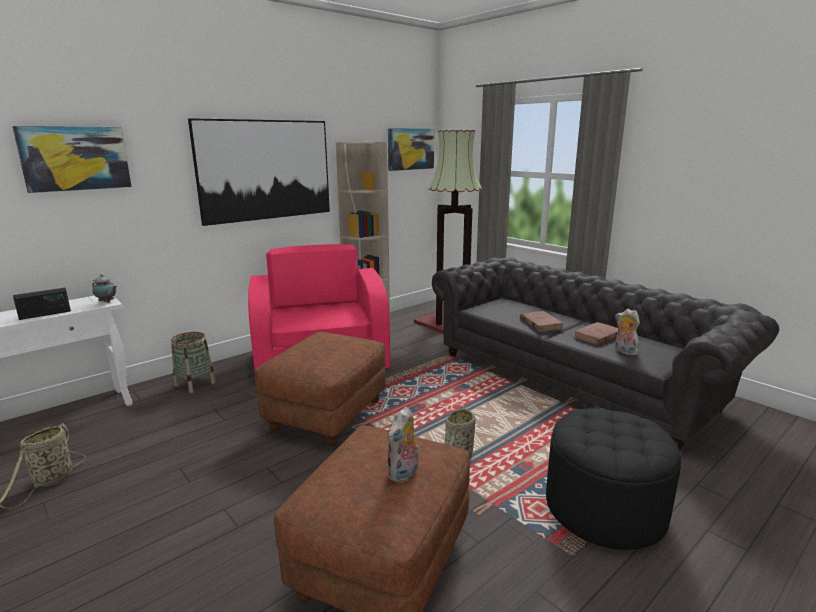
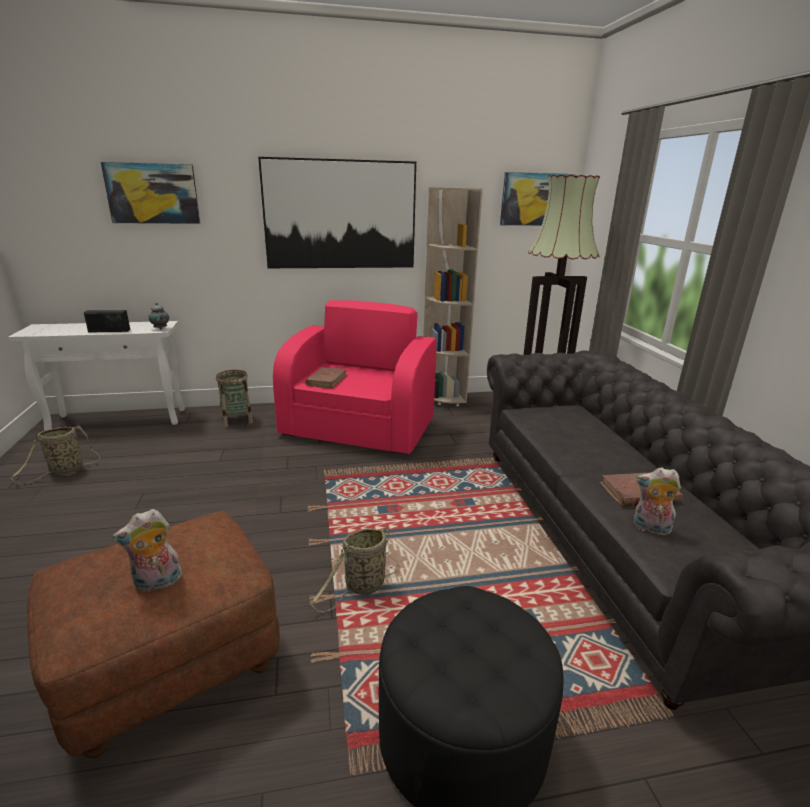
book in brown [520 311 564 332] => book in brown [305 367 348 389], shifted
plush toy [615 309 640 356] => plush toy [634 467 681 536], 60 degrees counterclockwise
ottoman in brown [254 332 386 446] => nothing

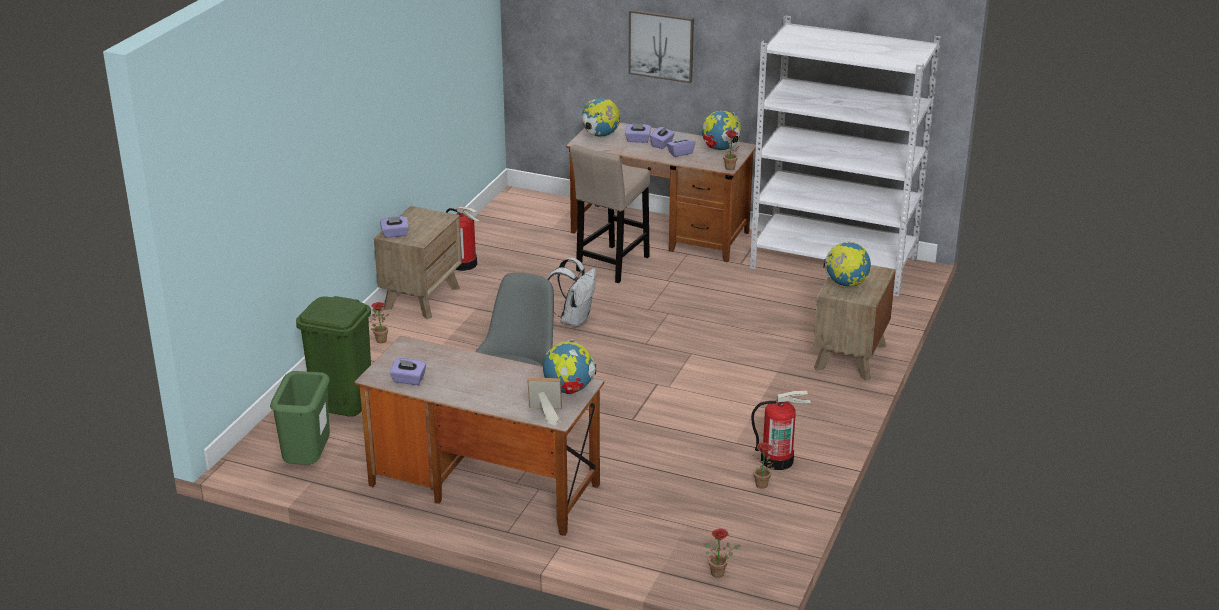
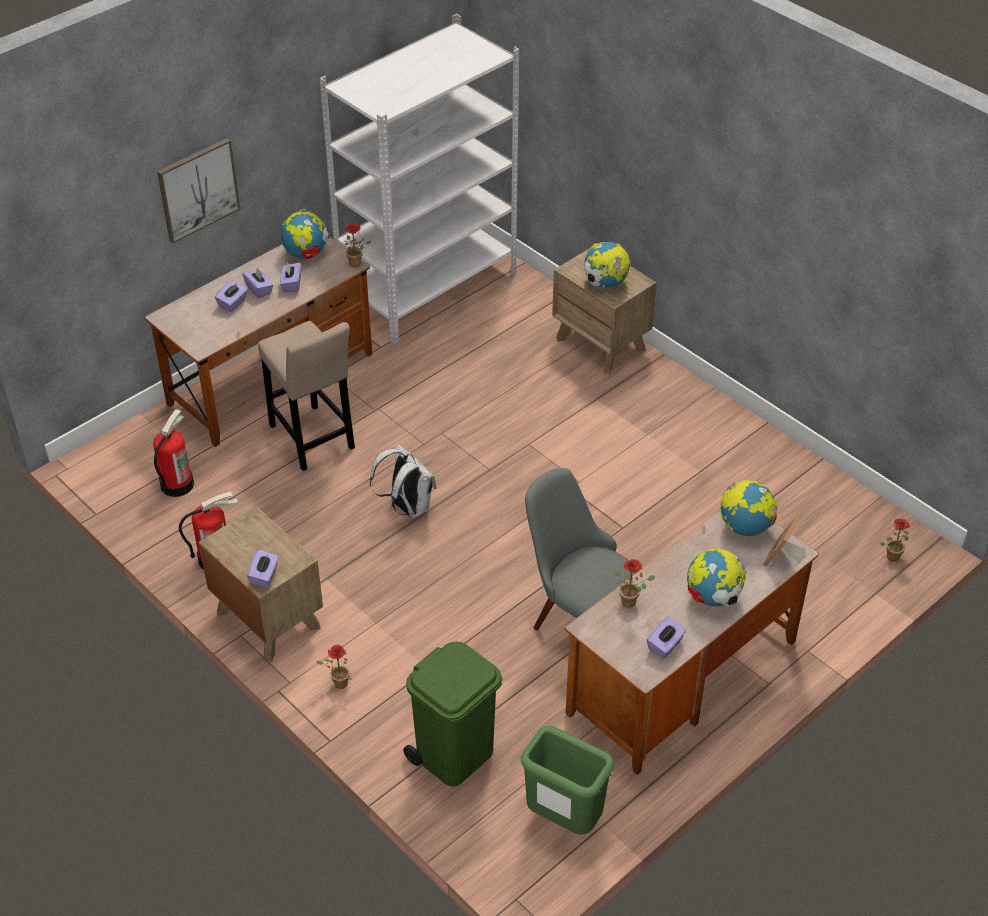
fire extinguisher [751 390 811 470] => fire extinguisher [153 409 194 497], shifted
potted plant [753 442 774 489] => potted plant [615 559 655 608], shifted
globe [582 98 620 137] => globe [687 548 747 607], shifted

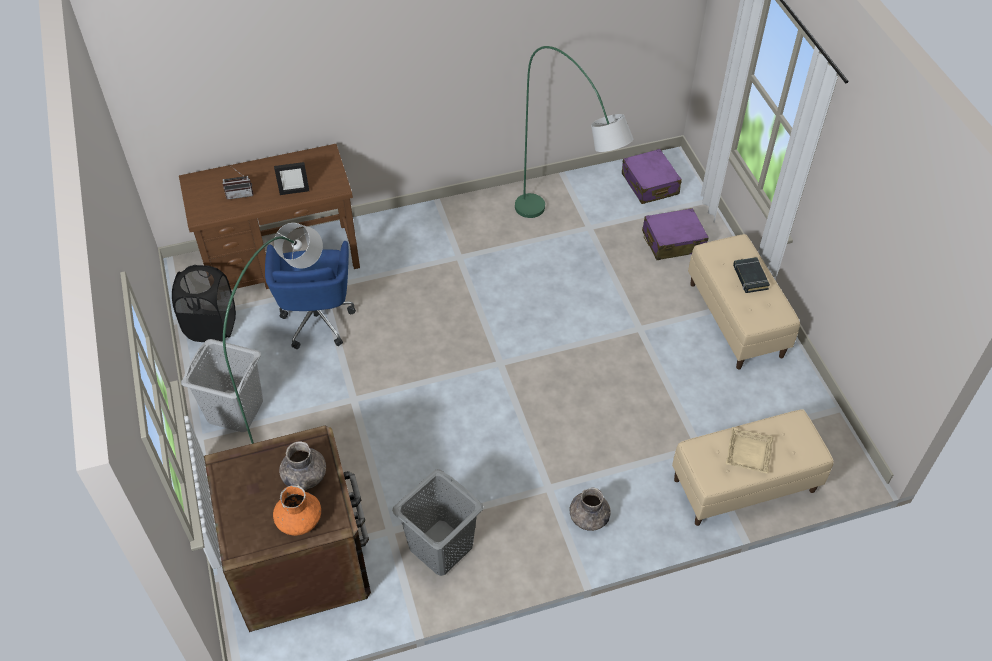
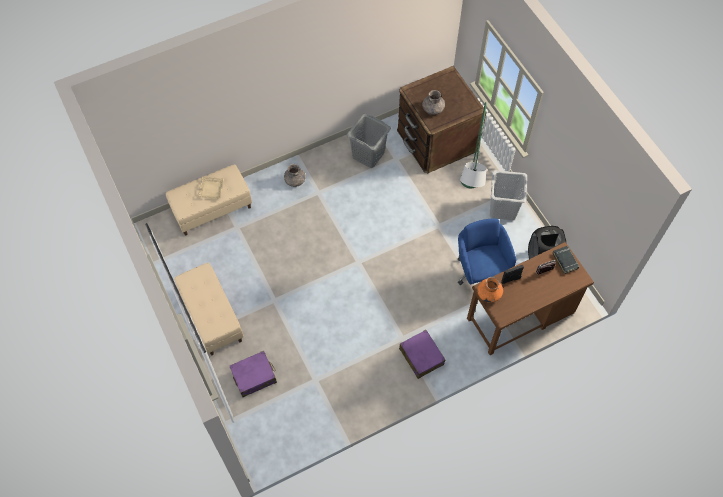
suitcase in purple [622 149 682 204] => suitcase in purple [399 330 445 379], shifted
vase in orange [273 485 321 536] => vase in orange [477 277 503 303], shifted
book in black [733 257 770 293] => book in black [553 246 579 274], shifted
floor lamp in green [515 46 633 218] => nothing

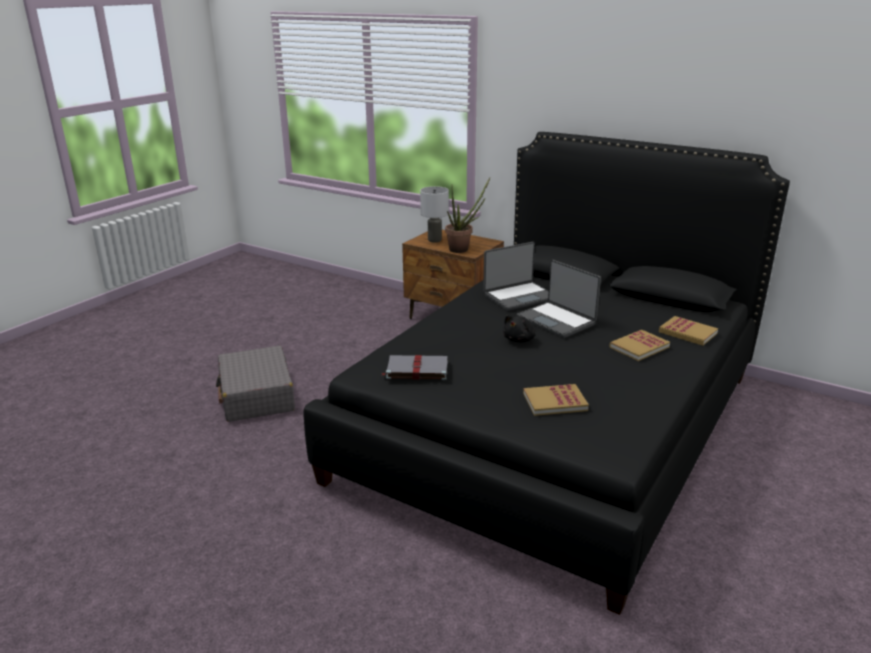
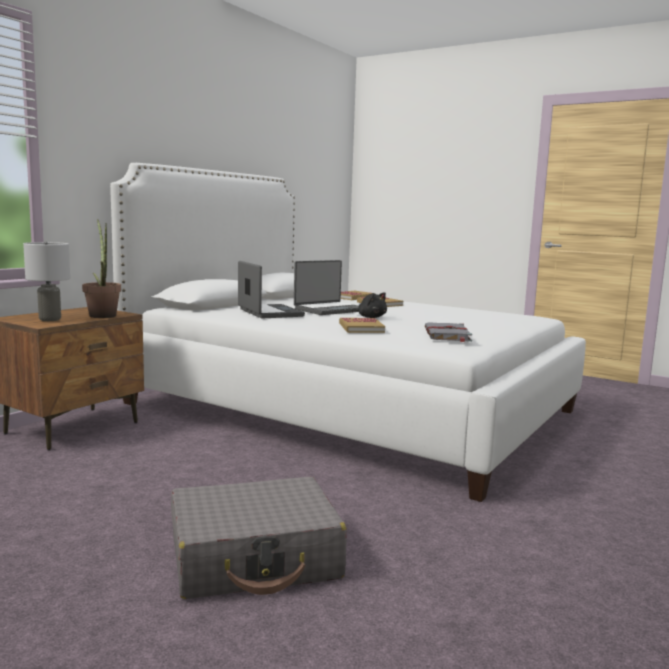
bed in black [303 132 790 615] => bed in white [110 163 586 502]
book [523 384 589 416] => book [339 318 385 333], shifted

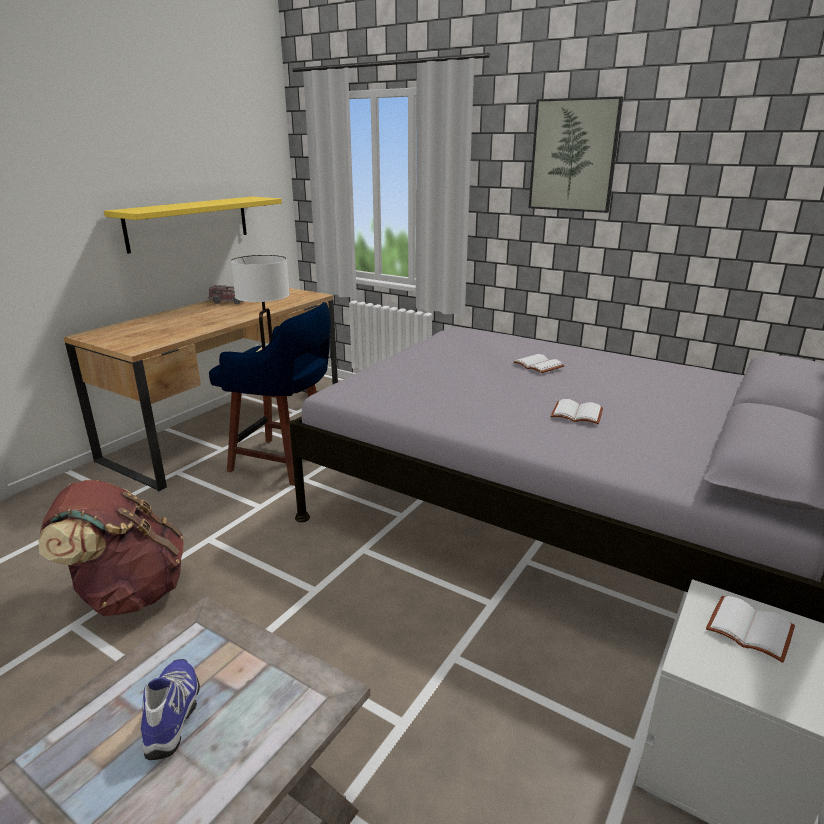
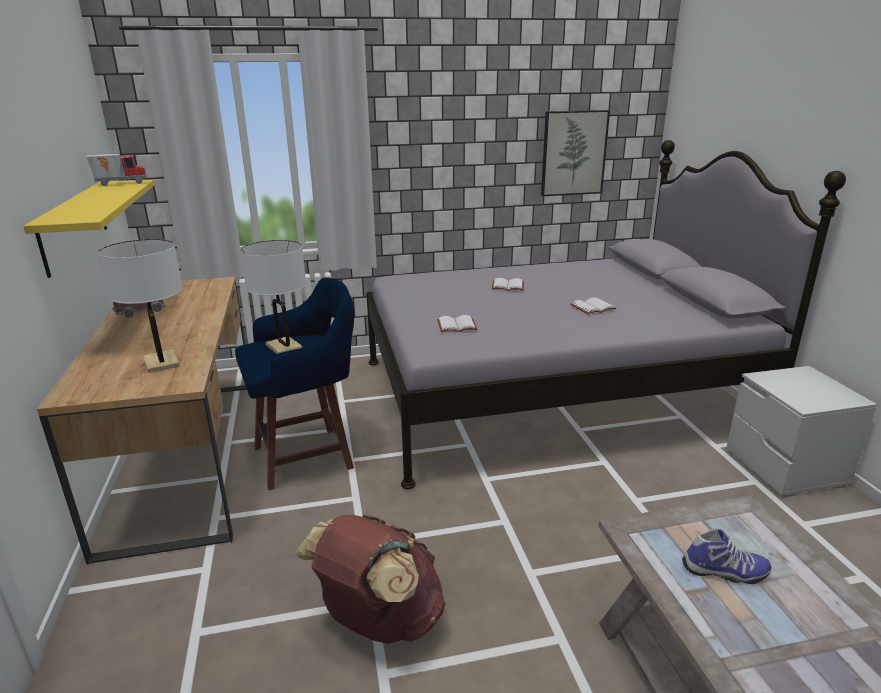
nothing => toy truck [87 154 147 186]
nothing => table lamp in white [98 239 183 373]
book in white [706 596 795 663] => book in white [437 315 477 332], shifted
picture [529 96 623 213] => picture [541 110 610 196], shifted
shoe [141 659 200 760] => shoe [682 529 771 584], 150 degrees clockwise

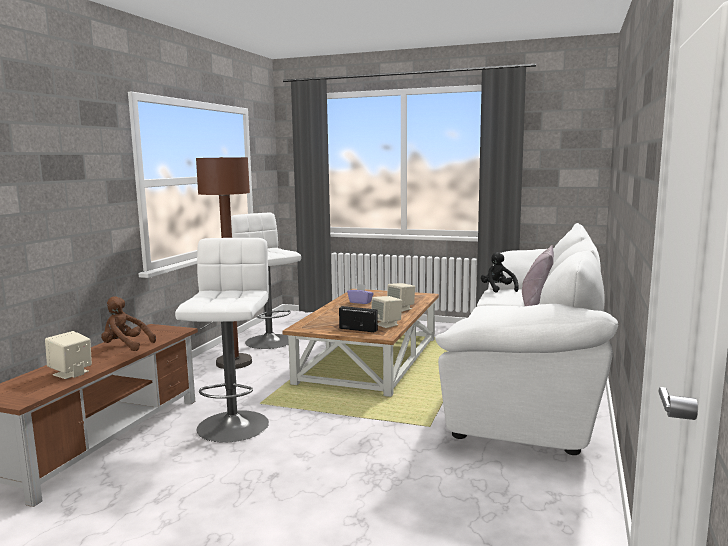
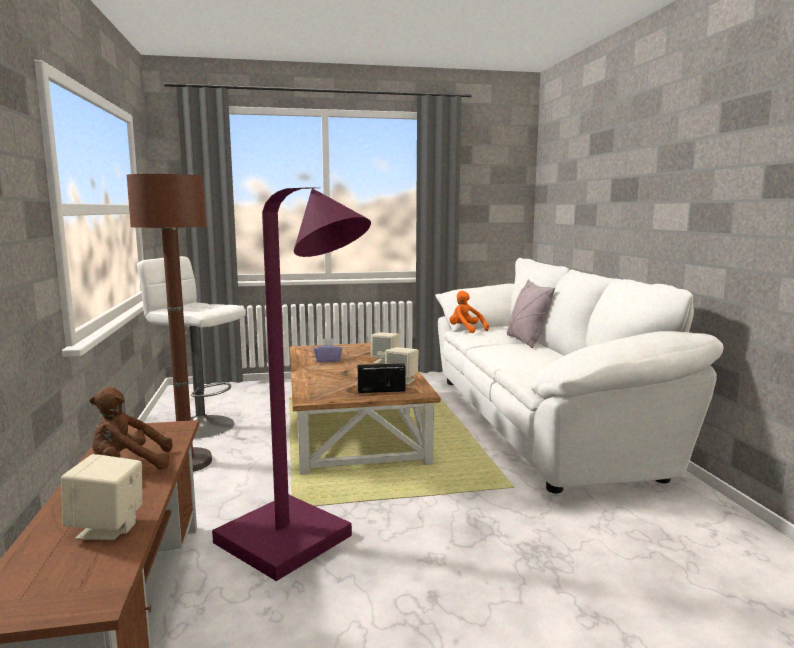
stool in white [175 238 269 443] => floor lamp in purple [212 187 371 581]
plush toy in black [481 252 519 293] => plush toy in orange [450 291 489 333]

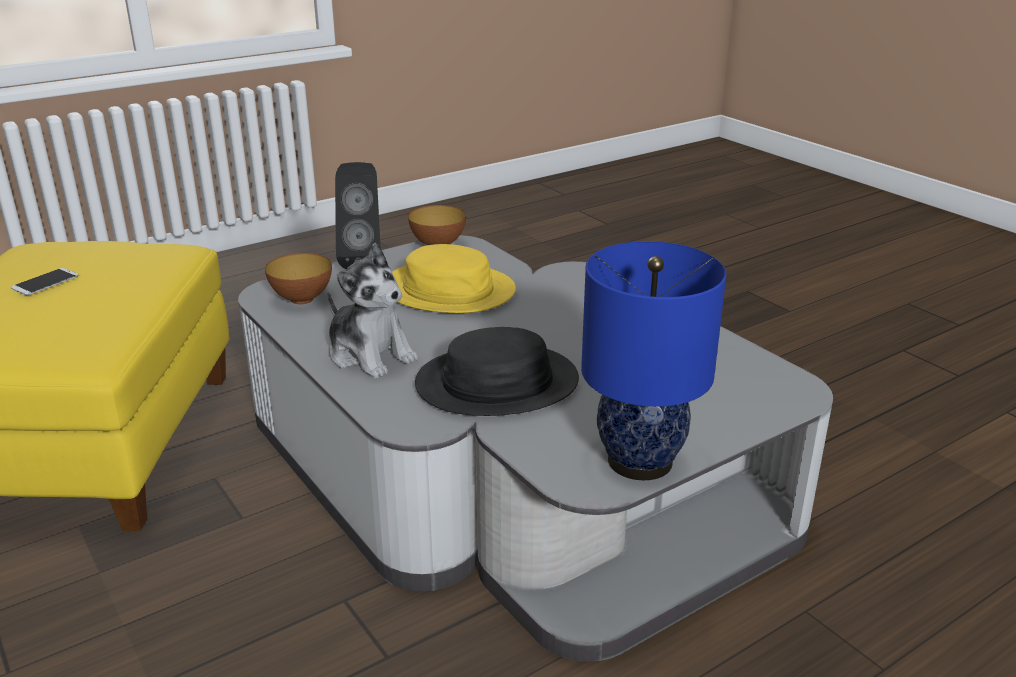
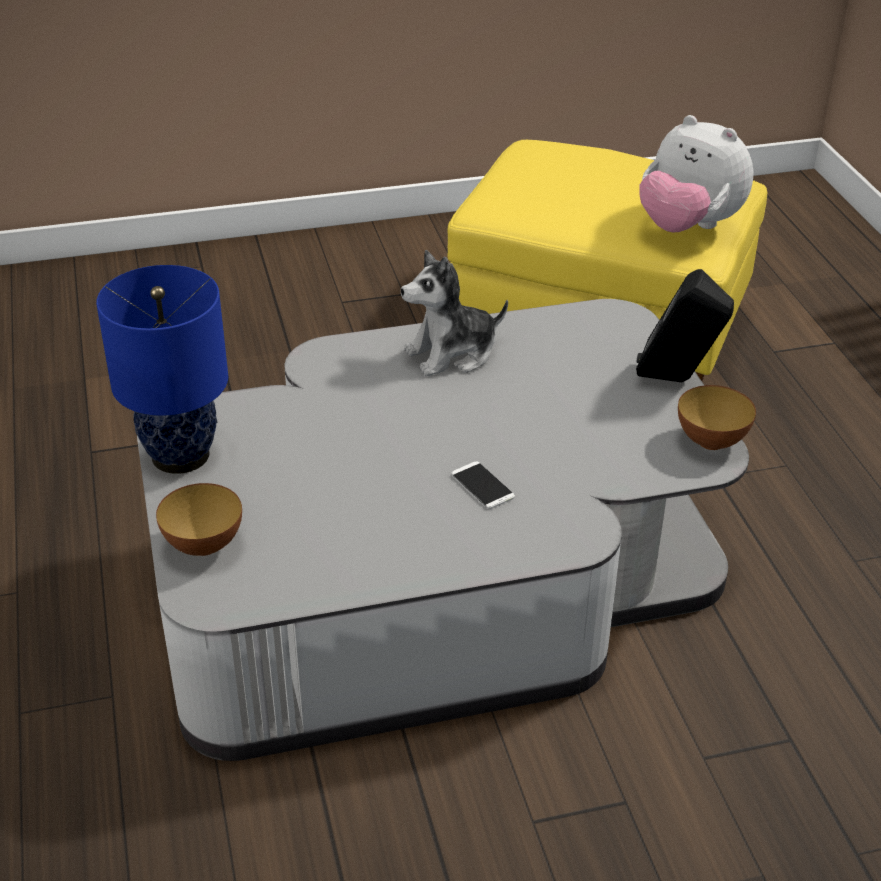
bowl [265 253 332 304] => bowl [156 483 242 556], shifted
phone [11 268 79 295] => phone [451 461 515 509], shifted
nothing => plush toy [639 115 754 233]
hat in yellow [392 244 516 313] => nothing
hat in black [415 327 579 416] => nothing

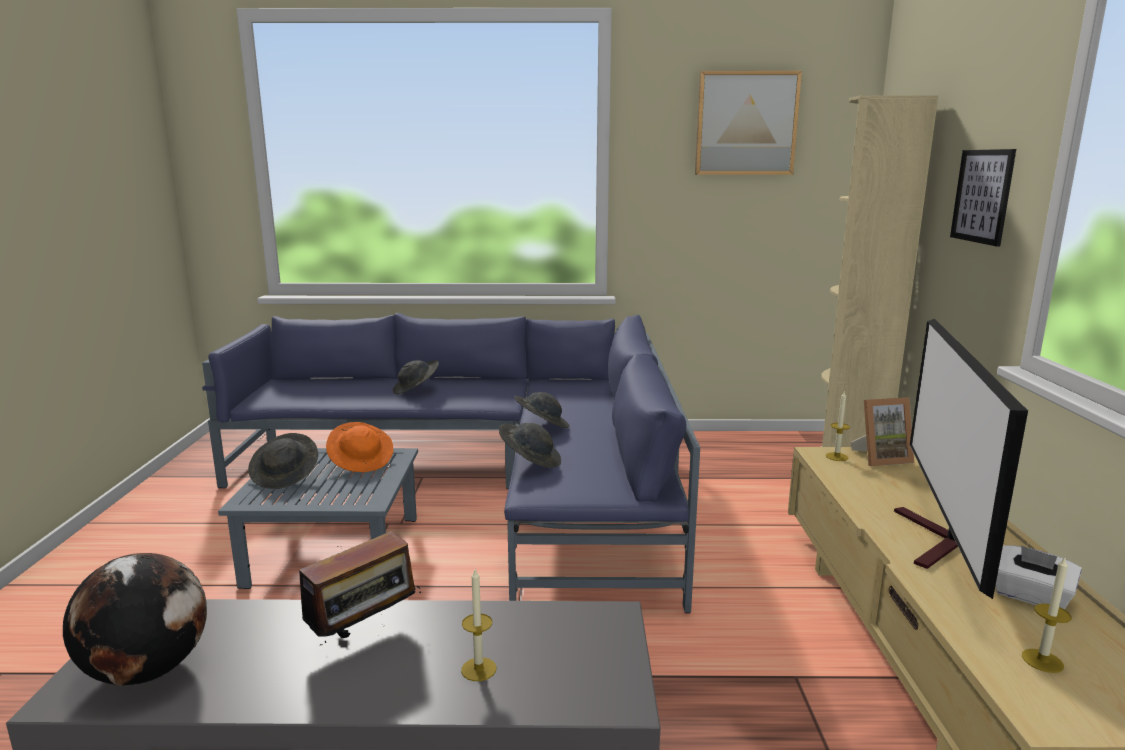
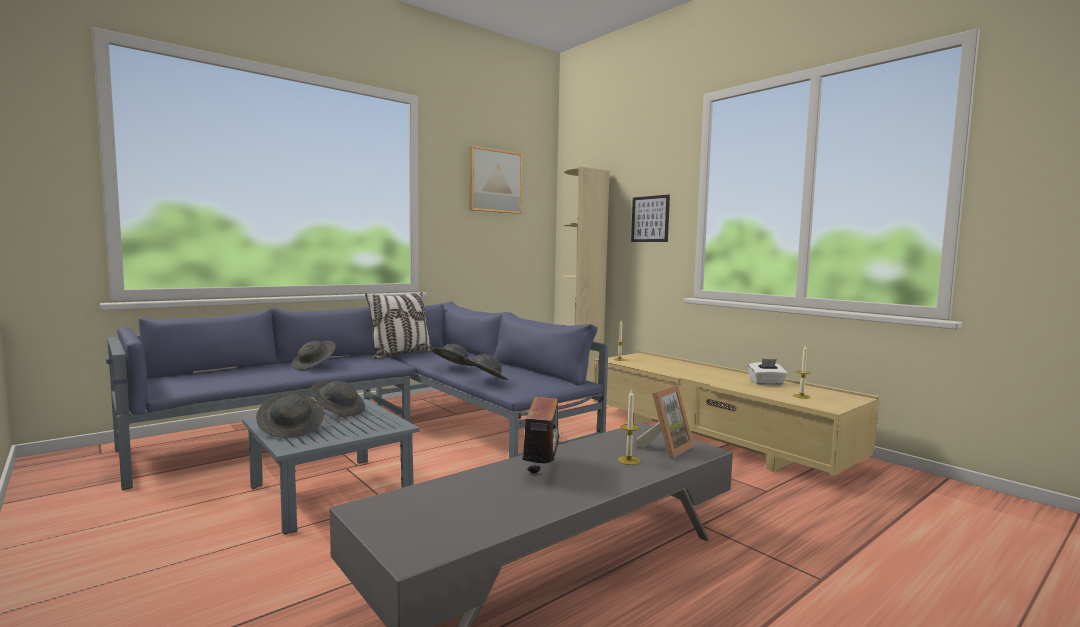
hat in orange [326 422 393 472] => hat in grey [311 381 365 416]
nothing => pillow [365 292 433 359]
picture frame [851 397 914 466] => picture frame [635 385 694 458], shifted
globe [63 553 207 686] => nothing
television [894 319 1028 599] => nothing

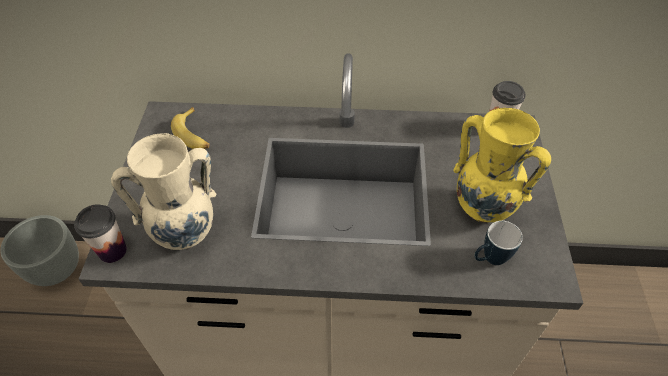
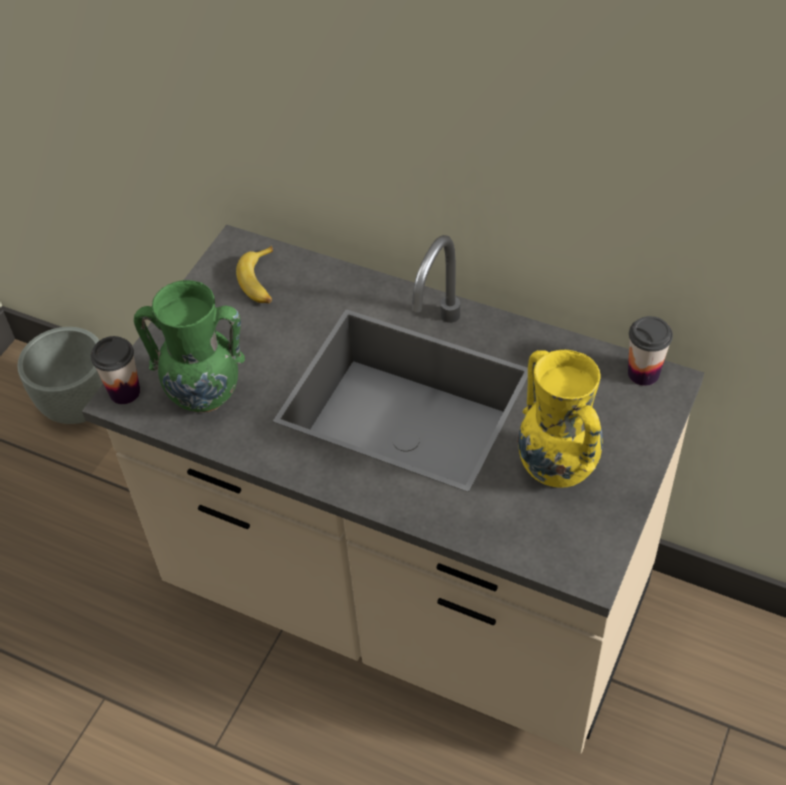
vase in beige [111 133 217 250] => vase in green [134 280 245 413]
mug [474 221 523 265] => nothing

